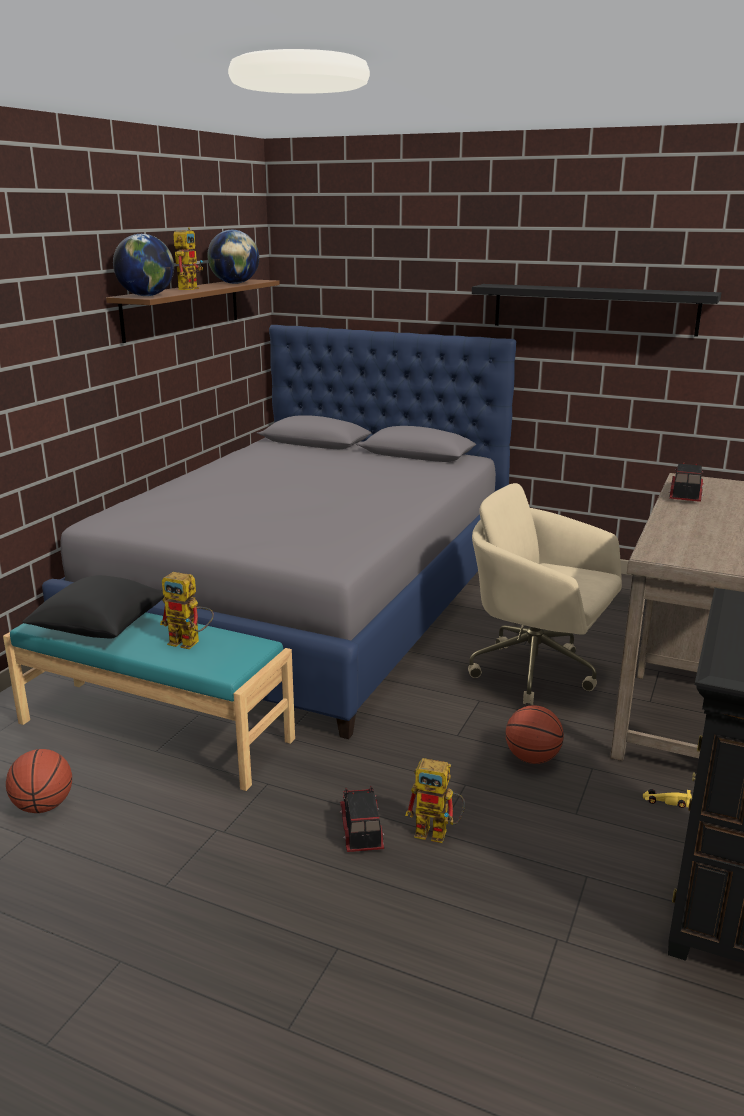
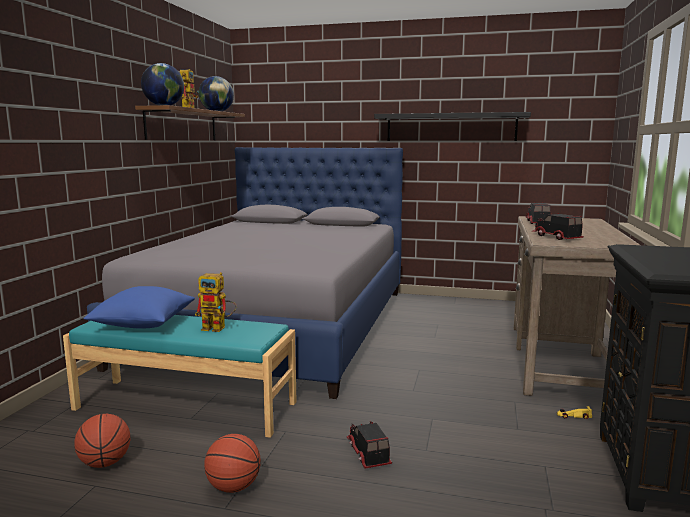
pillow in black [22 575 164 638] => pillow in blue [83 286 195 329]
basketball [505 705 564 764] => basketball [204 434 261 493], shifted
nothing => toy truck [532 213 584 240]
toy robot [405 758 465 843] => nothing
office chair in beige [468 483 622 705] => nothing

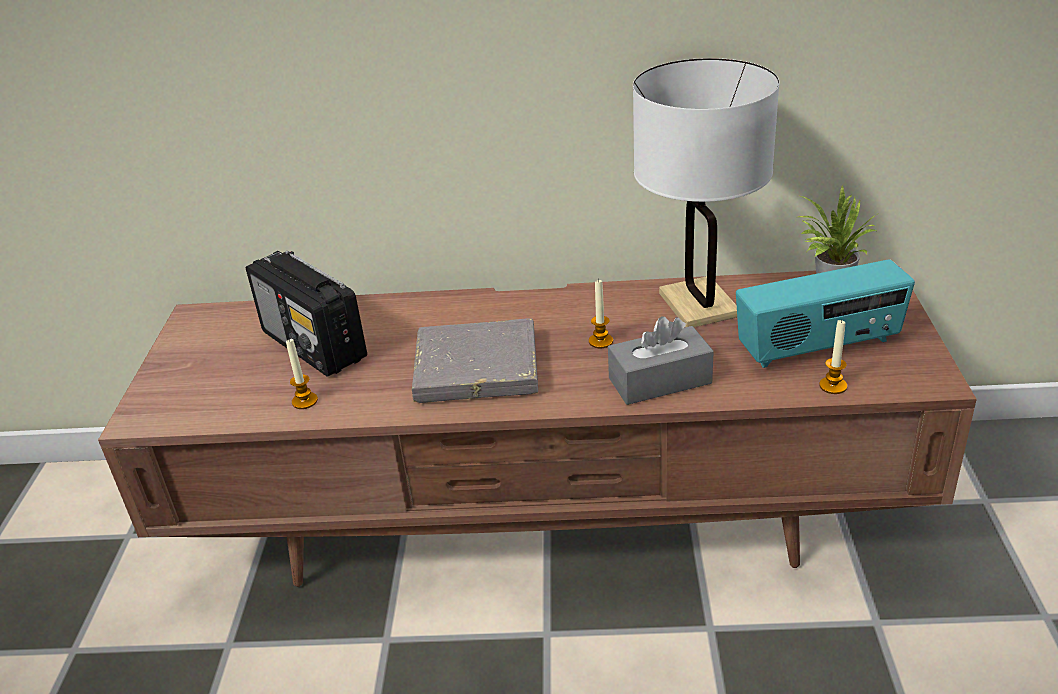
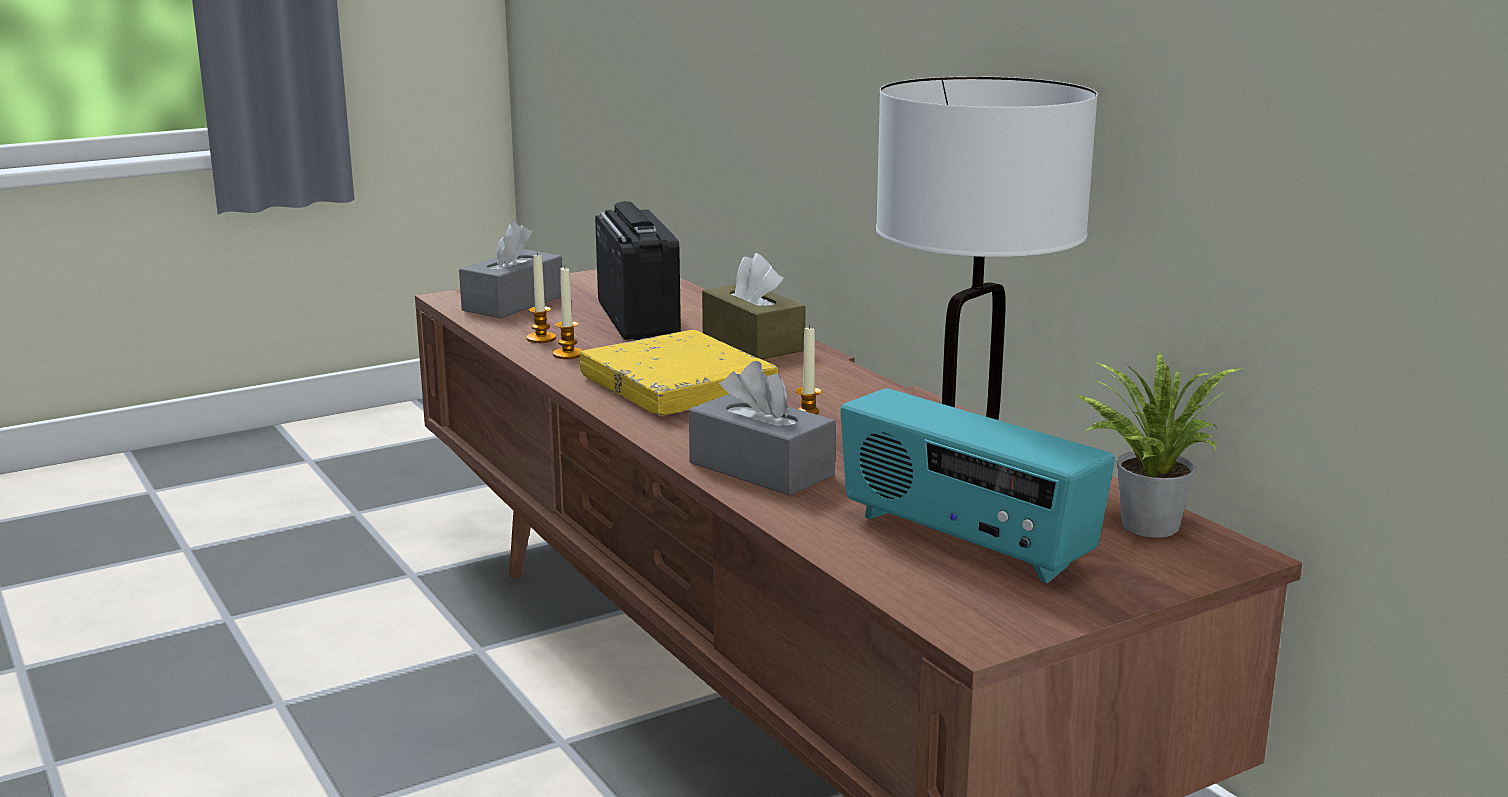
nothing => tissue box in grey [459 222 562 318]
candle [819 319 847 394] => candle [553 265 583 359], shifted
book in grey [412 318 538 403] => book in yellow [580 330 778 416]
radio [246 251 367 377] => radio [595 201 681 340], 150 degrees clockwise
nothing => tissue box in brown [702 253 805 359]

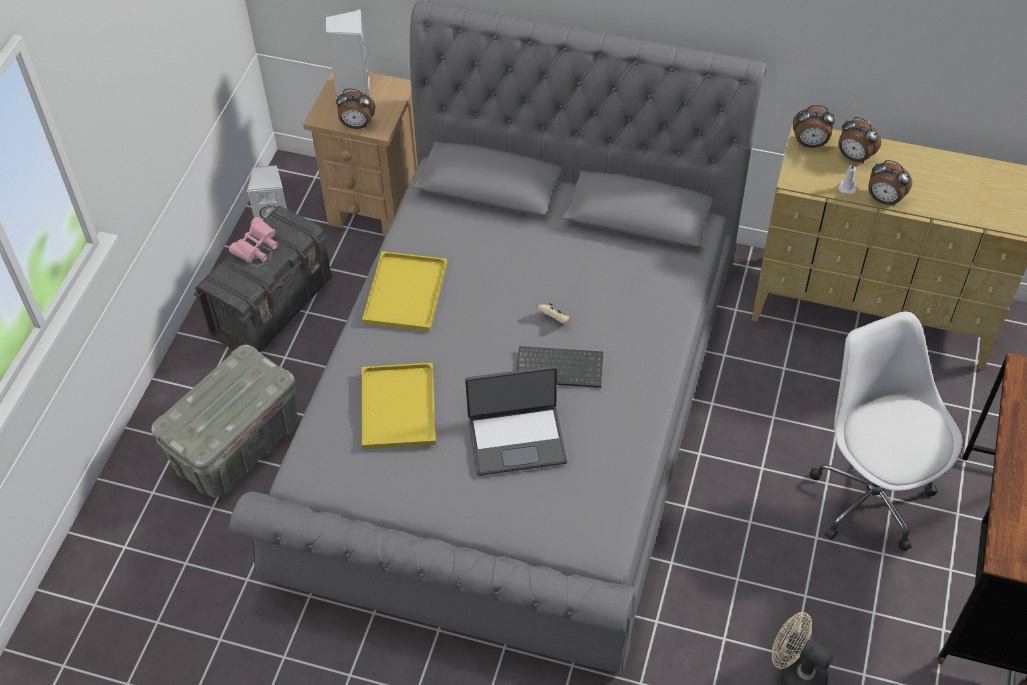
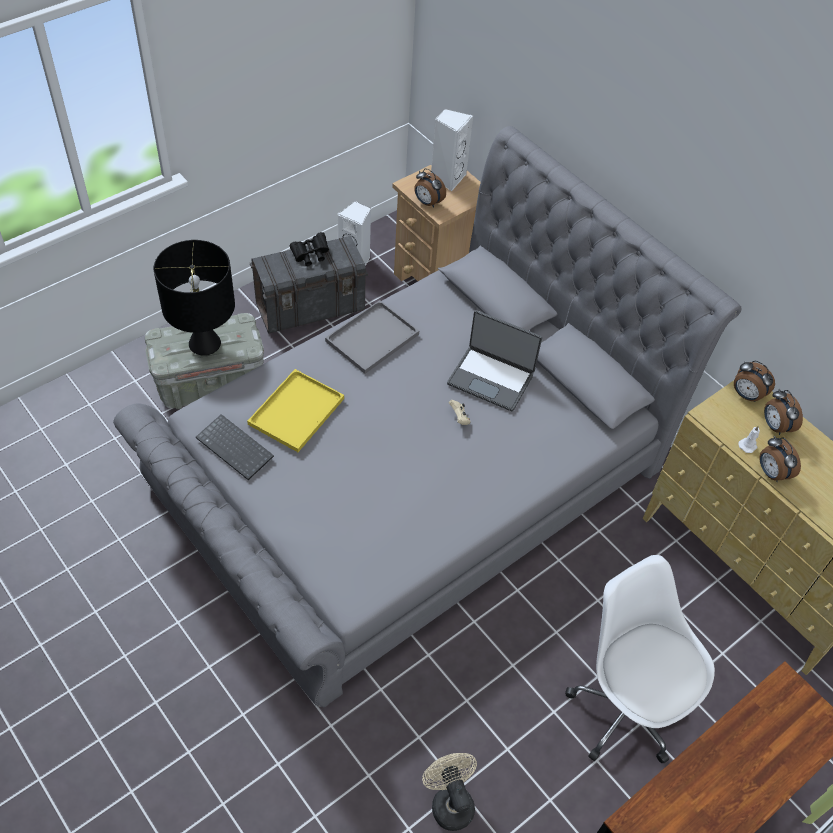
nothing => table lamp in black [154 240 235 356]
keyboard [517 346 603 388] => keyboard [196 414 274 480], shifted
binoculars in pink [229 217 278 263] => binoculars in black [290 232 329 266]
tray in yellow [362 251 447 332] => tray in grey [325 300 419 374]
laptop [465 366 567 476] => laptop [447 310 542 411], shifted
office chair in white [809 312 963 551] => office chair in white [565 555 715 763], 45 degrees counterclockwise

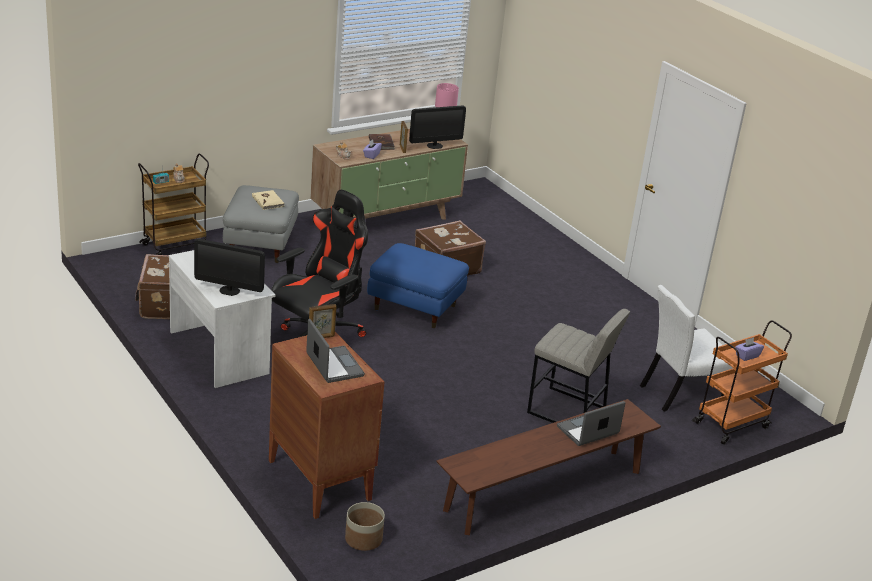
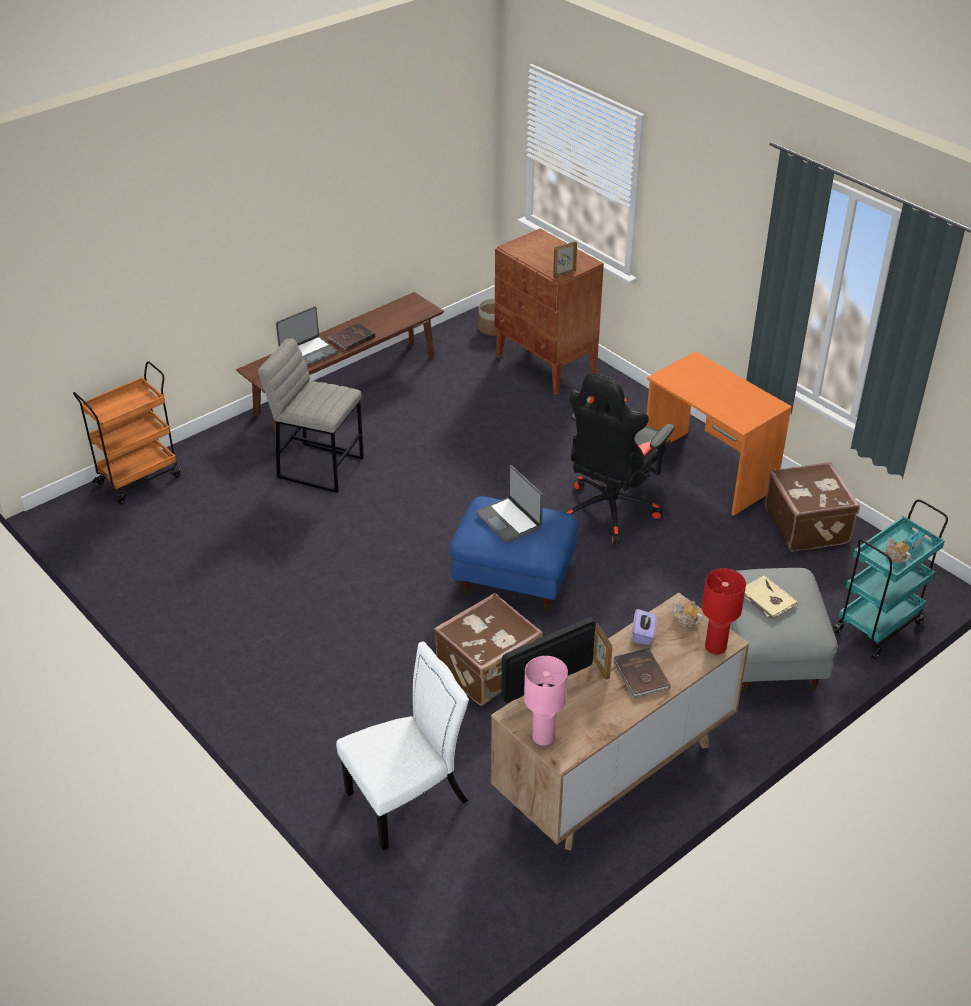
nothing => book in brown [328 323 375 351]
chair in white [640 285 733 412] => chair in white [336 642 469 851], shifted
laptop [306 319 365 383] => laptop [476 465 543 543], shifted
desk in white [169 250 275 388] => desk in orange [646 351 792 516]
nothing => table lamp in red [702 568 746 654]
cart in brown [138 154 209 255] => cart in turquoise [832 499 948 659]
monitor [194 239 265 296] => nothing
tissue box in purple [735 337 764 361] => nothing

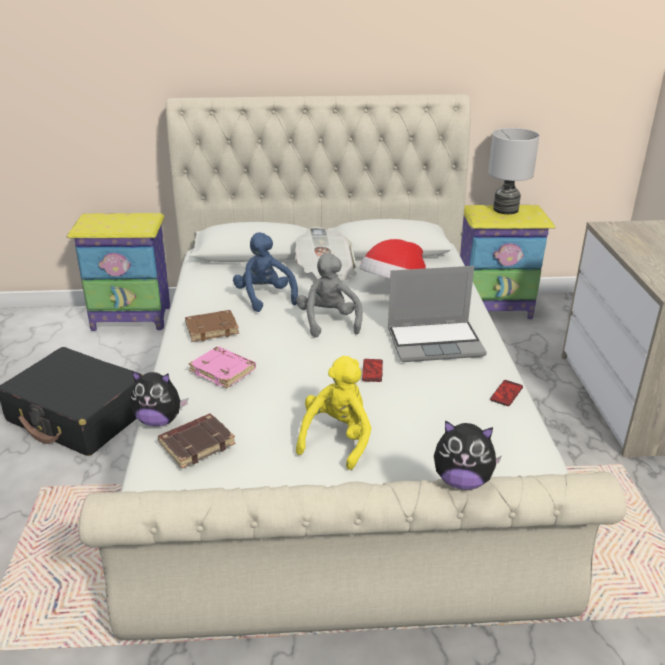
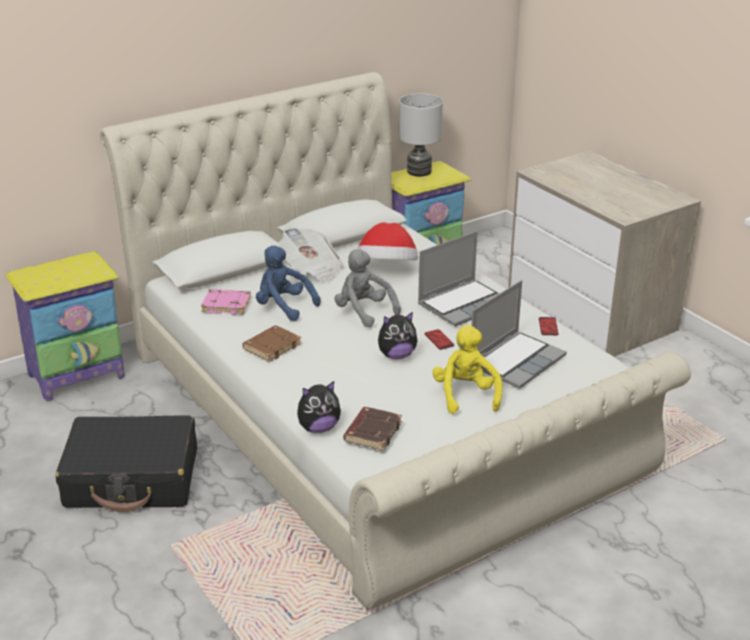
book in pink [188 346 256 388] => book in pink [201 289 251 315], shifted
plush toy [434 420 502 490] => plush toy [378 312 417 359], shifted
nothing => laptop [472 280 567 389]

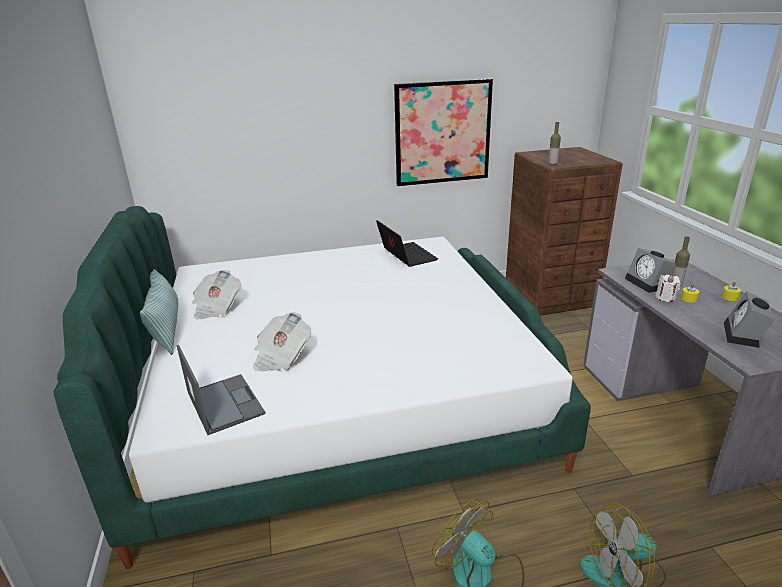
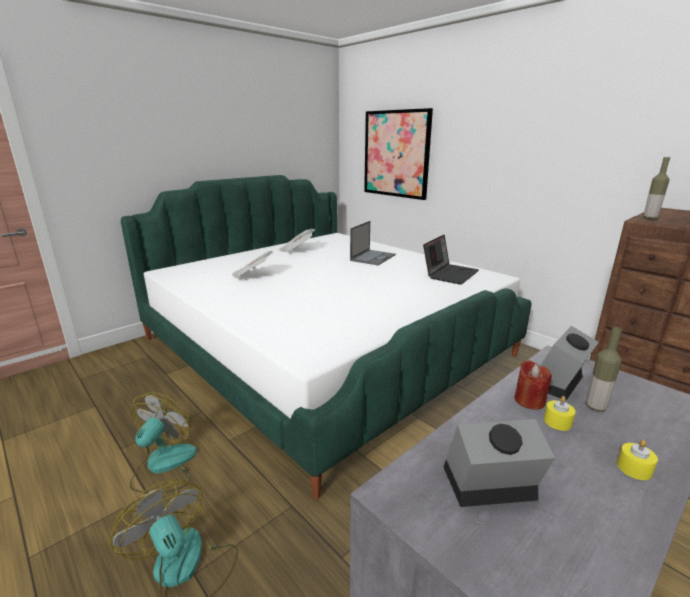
laptop [177 345 266 435] => laptop [350 221 396 265], shifted
picture [394 78 493 186] => picture [364 108 433 200], shifted
candle in white [656 275 681 302] => candle in red [515 360 552 410]
pillow [140 269 178 355] => nothing

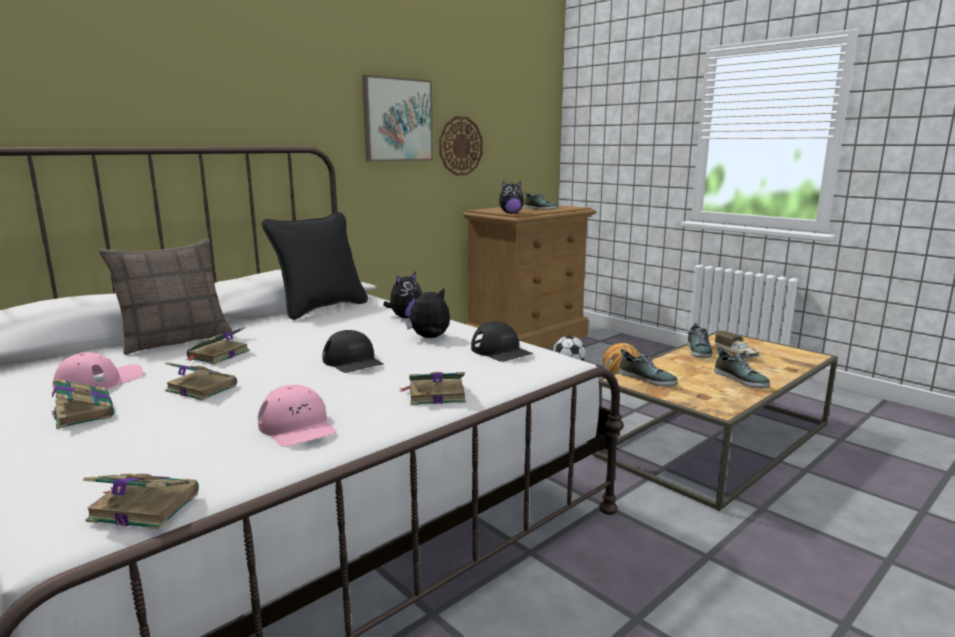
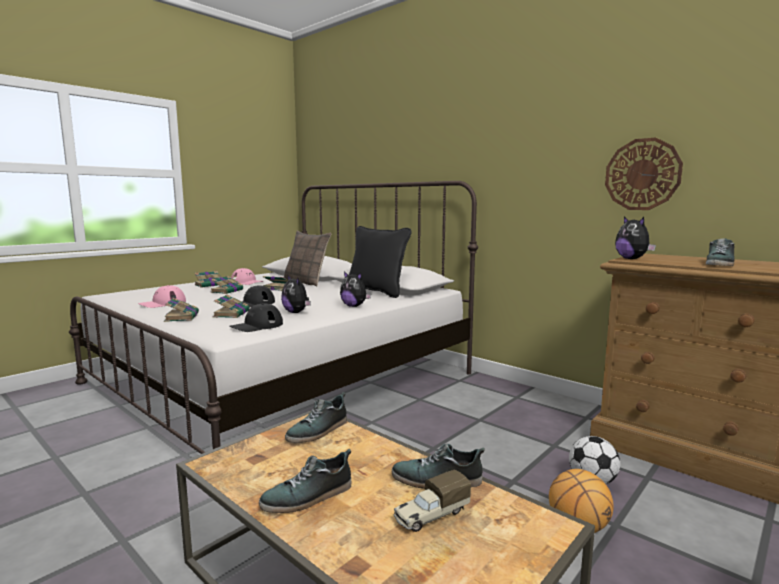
book [83 473 199 530] => book [212 295 250 318], shifted
plush toy [406 288 450 338] => plush toy [281 276 311 313], 150 degrees clockwise
picture [362 75 433 162] => nothing

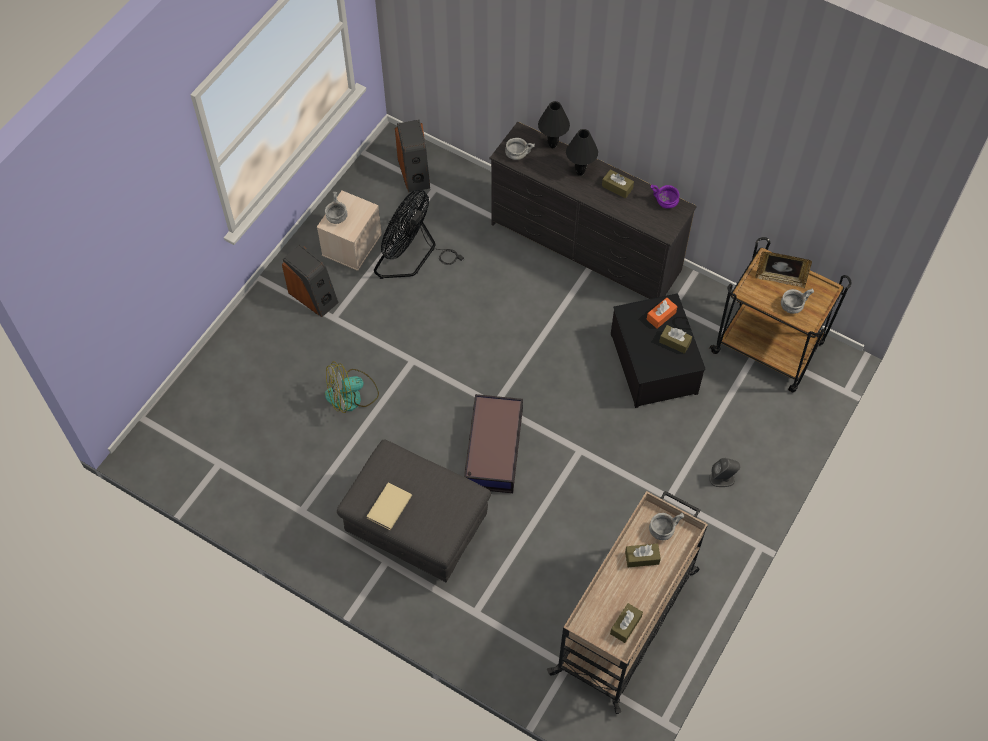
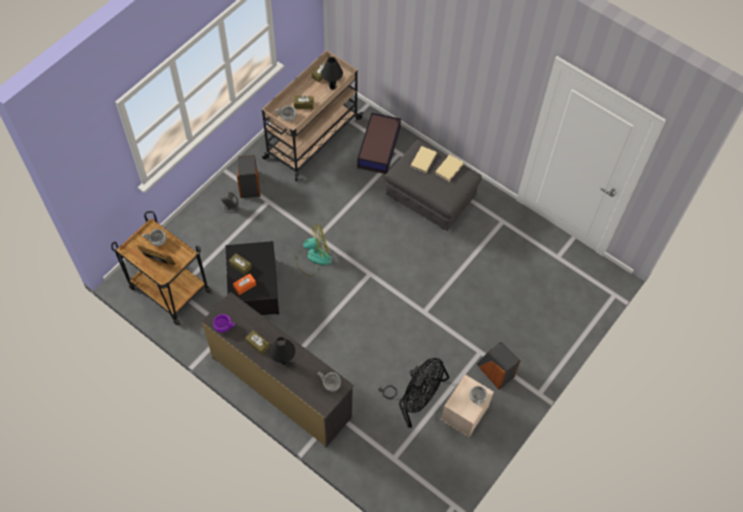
speaker [395 120 430 192] => speaker [237 155 261 198], shifted
fan [325 361 379 413] => fan [295 224 332 277], shifted
table lamp in black [538 101 570 148] => table lamp in black [321 57 343 90], shifted
storage box [464 394 523 493] => storage box [357 113 401 174], shifted
nothing => book in beige [411 146 437 173]

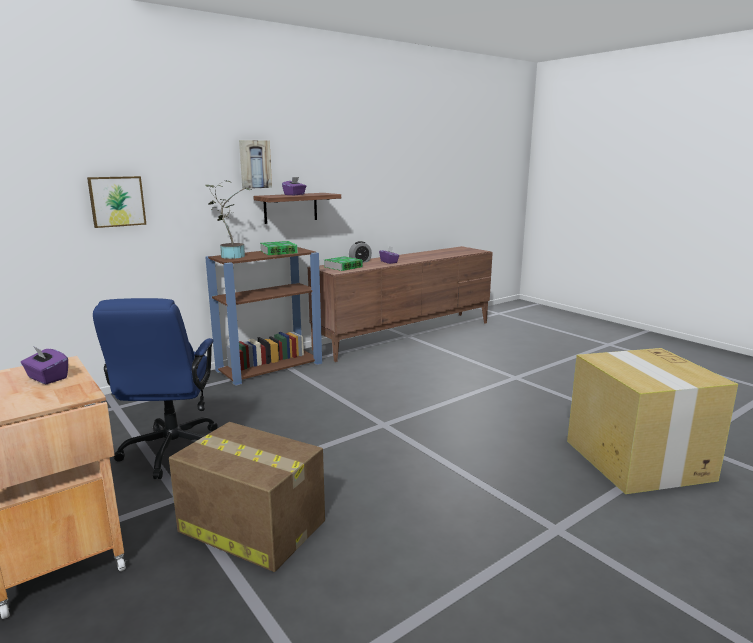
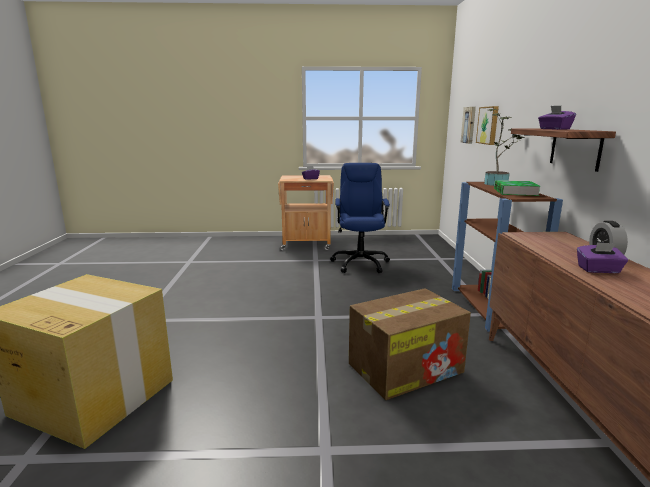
office chair in blue [93 298 218 479] => office chair in blue [330 163 390 273], 60 degrees clockwise
cardboard box [169 422 325 572] => cardboard box [349 288 471 400], shifted
picture [239 140 272 189] => picture [461 107 476 144], shifted
book [324 256 363 271] => nothing

